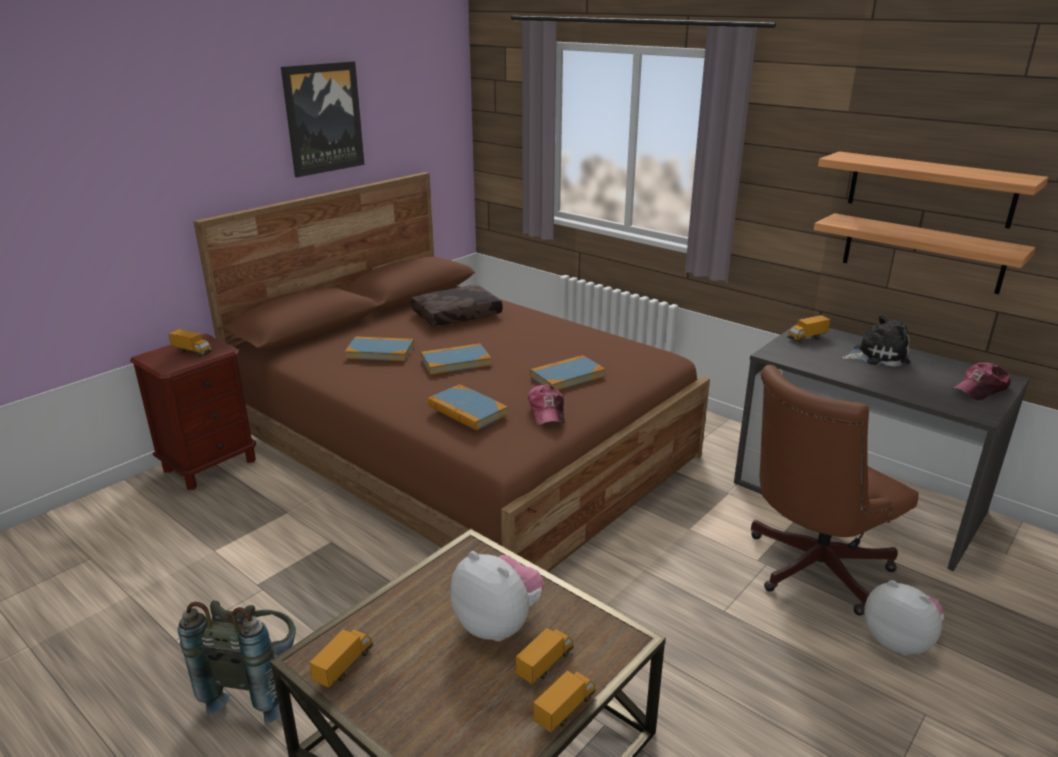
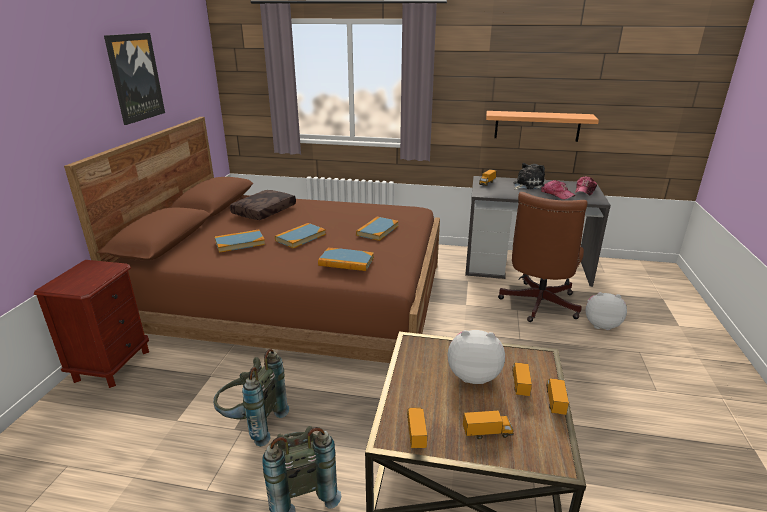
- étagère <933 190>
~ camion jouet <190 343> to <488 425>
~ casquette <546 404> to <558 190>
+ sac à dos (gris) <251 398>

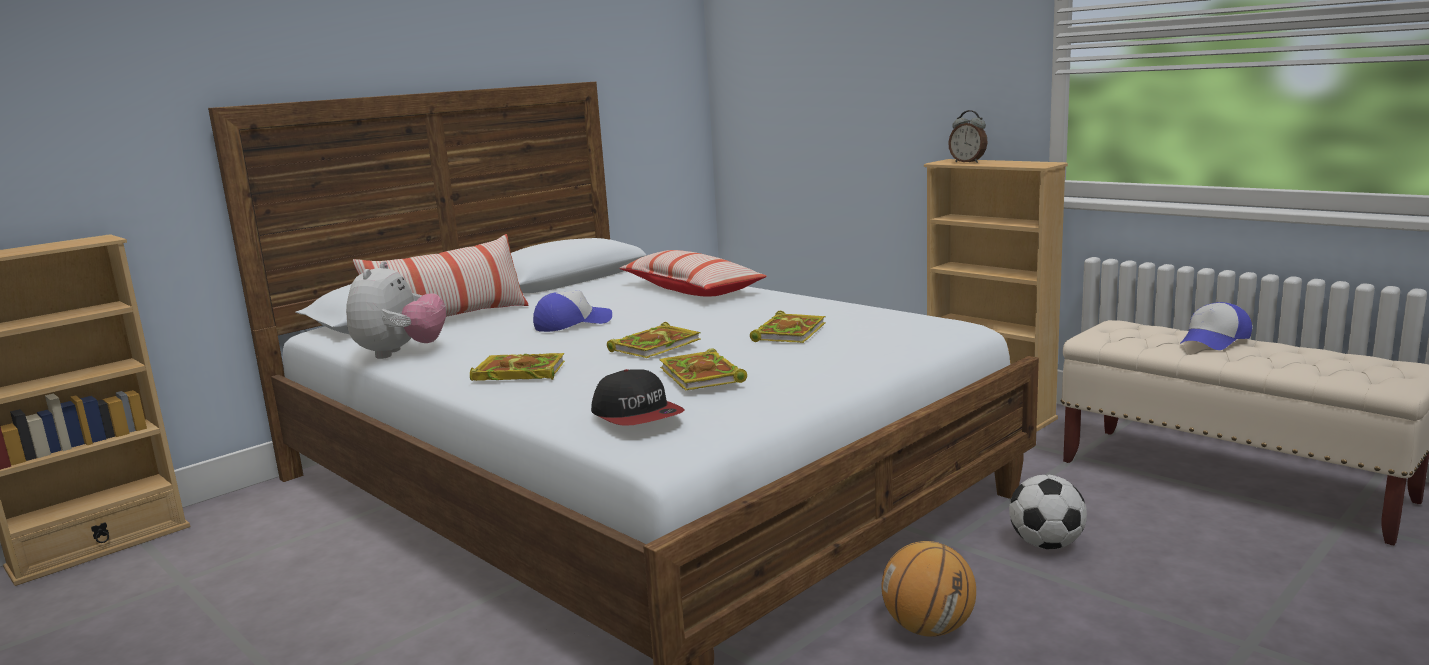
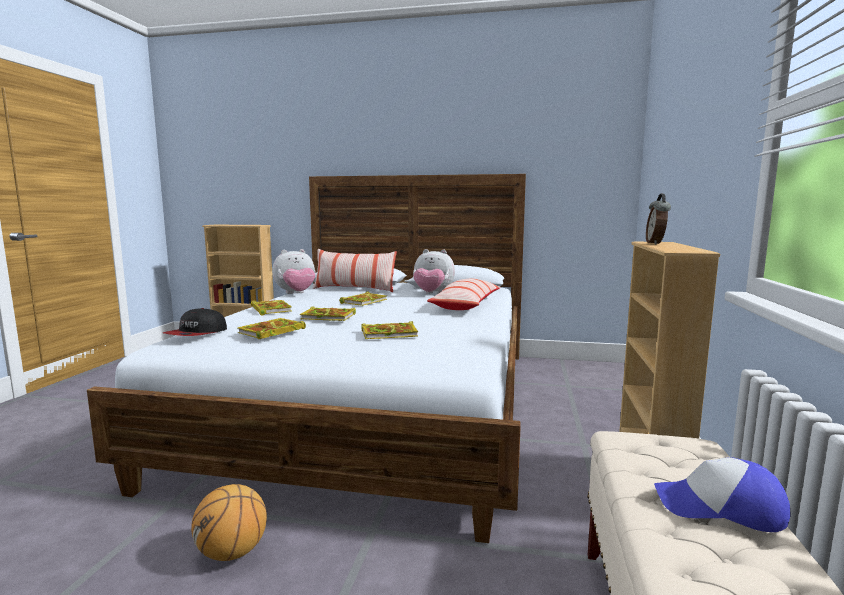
~ casquette <572 311> to livre <363 298>
- ballon de foot <1048 512>
+ peluche <434 271>

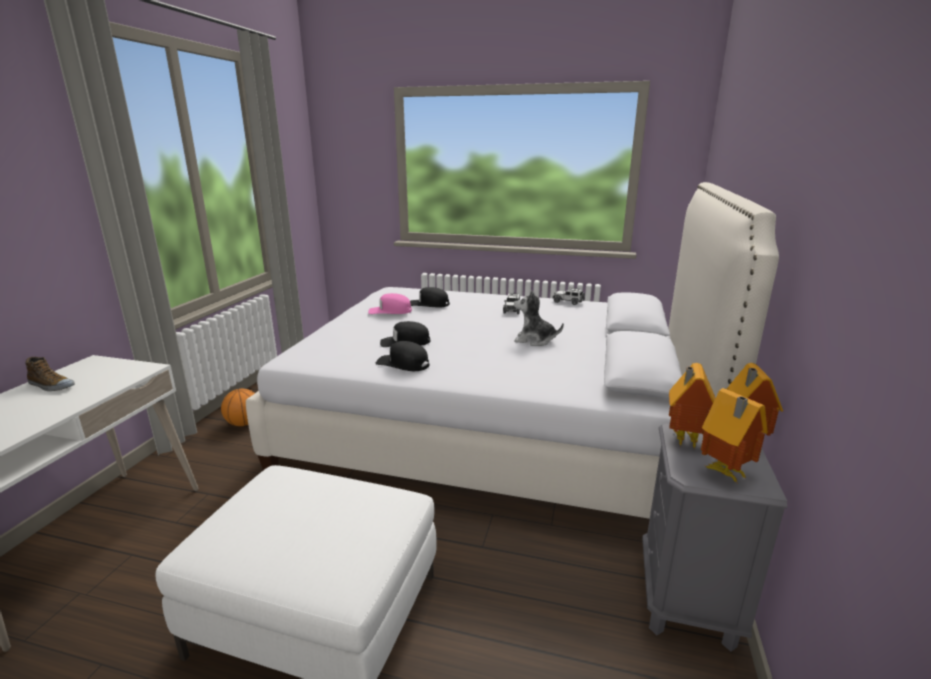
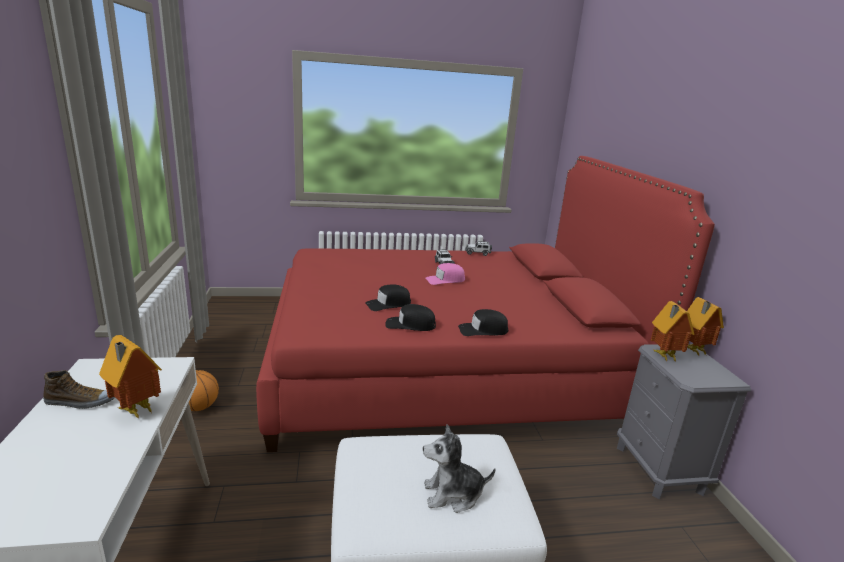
~ lit (blanc) <512 350> to lit (rouge) <485 304>
~ casquette (noir) <430 297> to <483 322>
~ peluche <539 318> to <459 468>
~ casquette (rose) <390 303> to <445 274>
~ maison miniature <734 436> to <130 377>

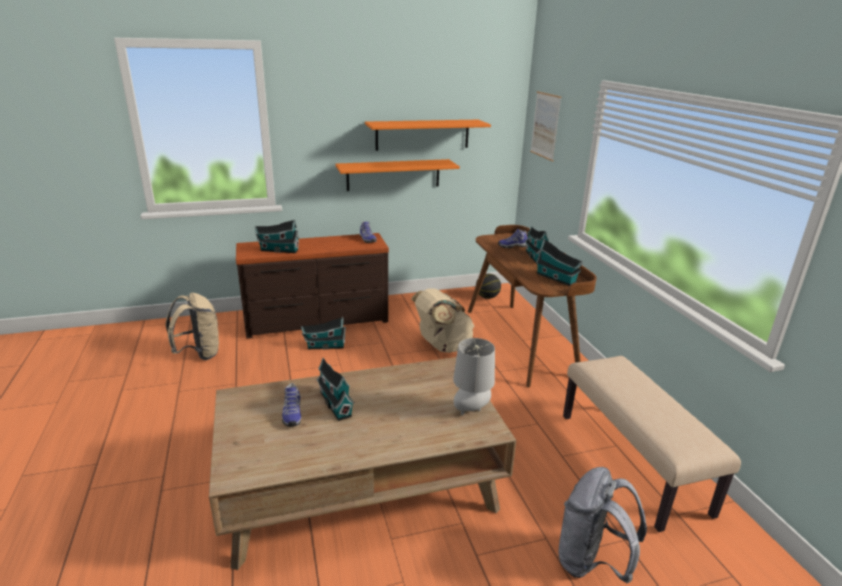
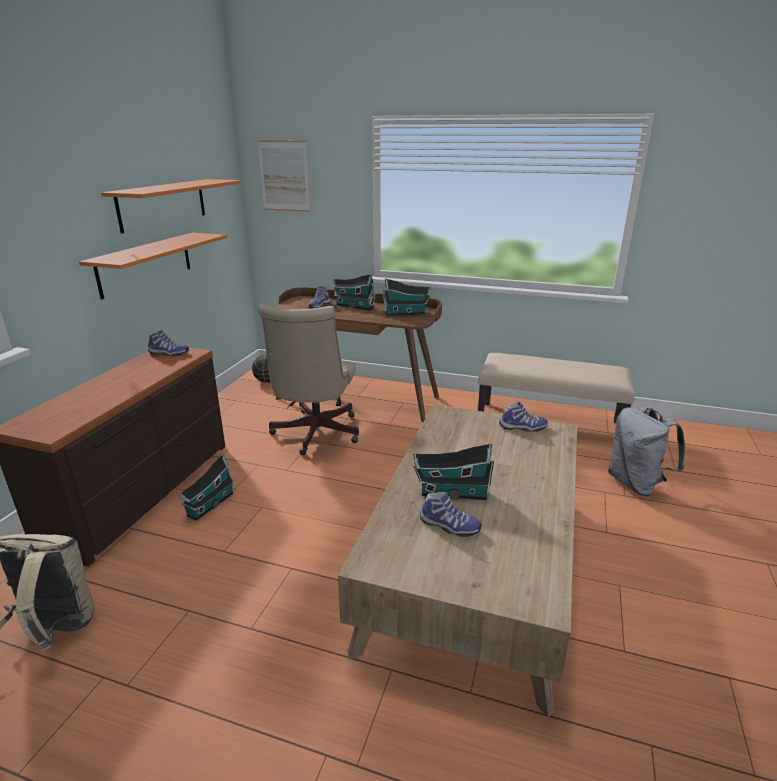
- maison miniature <277 236>
~ sac à dos (beige) <443 320> to chaise de bureau (beige) <308 379>
~ lampe de table (gris) <474 376> to chaussure <523 417>

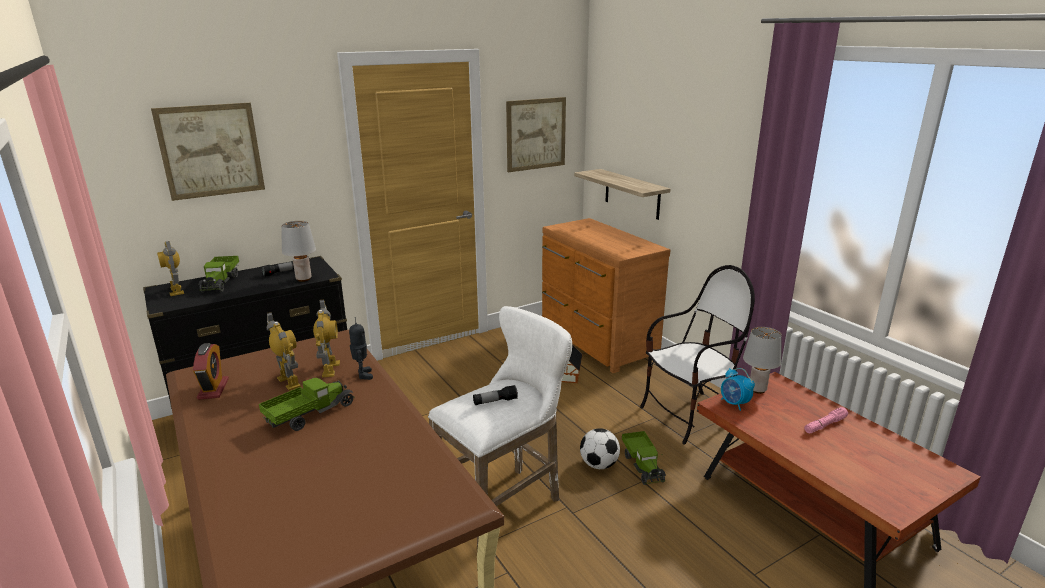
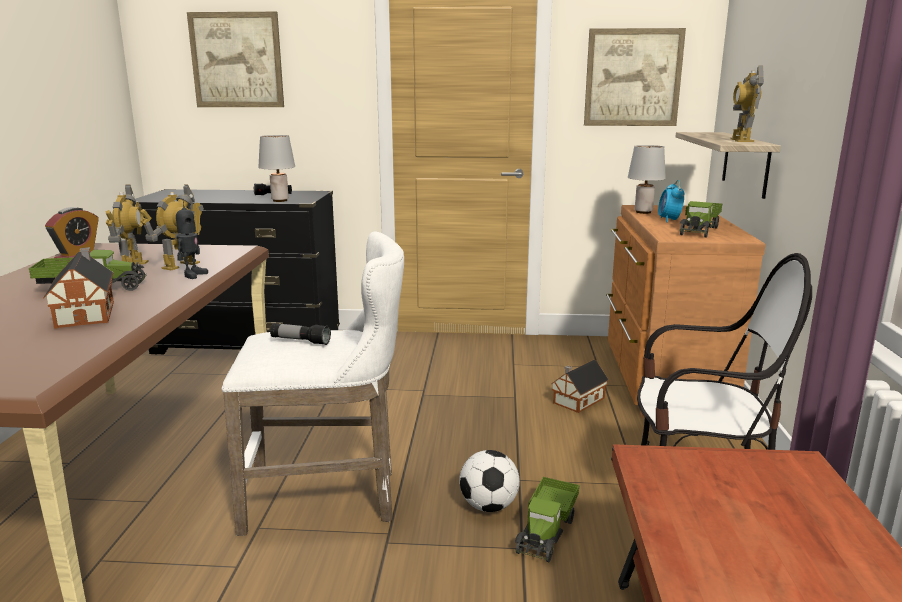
~ robot jouet <170 268> to <747 103>
~ camion jouet <218 274> to <701 219>
~ lampe de table (gris) <762 360> to <647 179>
~ réveil <738 389> to <671 201>
- lampe de poche (rose) <826 420>
+ maison miniature <78 288>

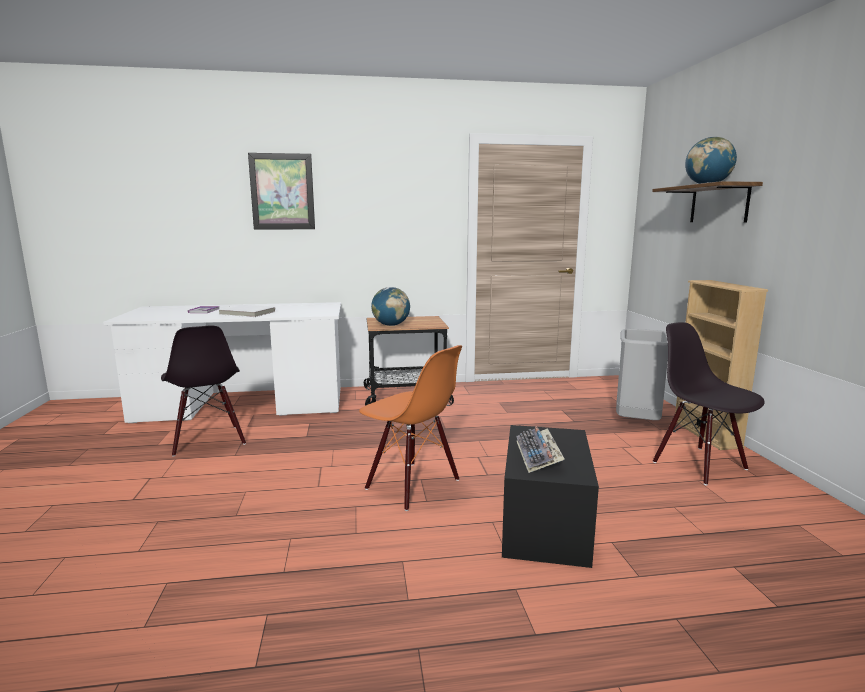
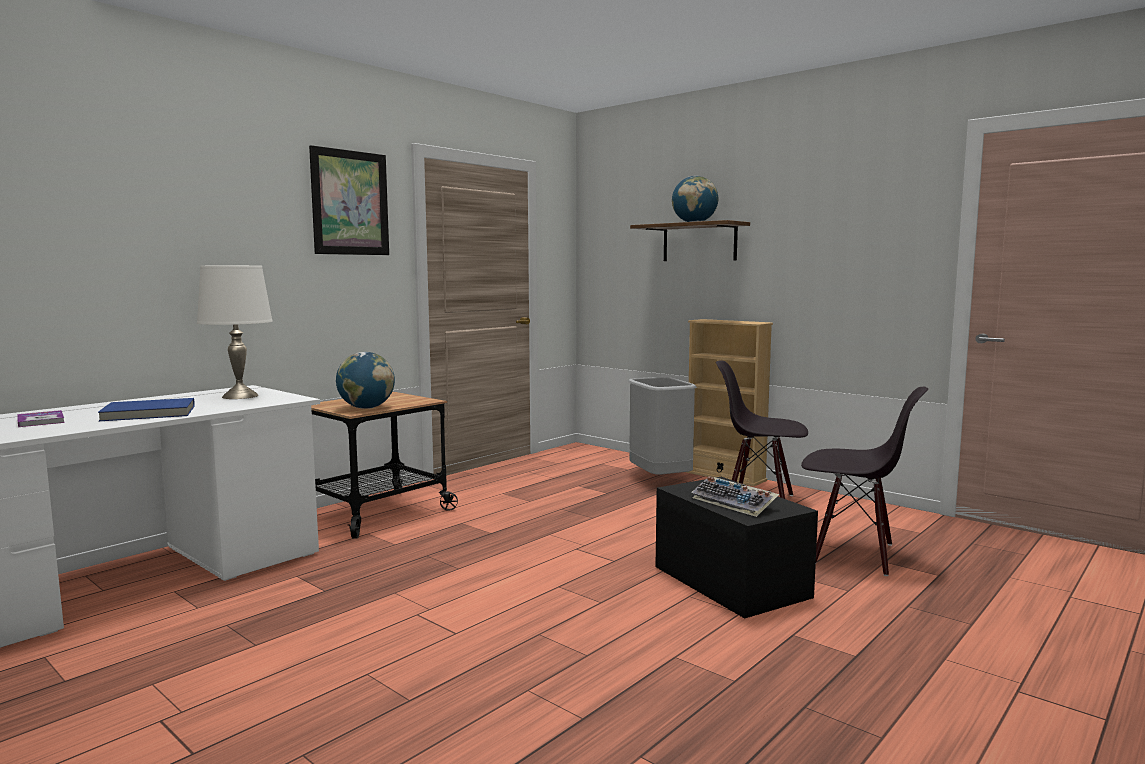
~ tableau <281 191> to <349 200>
~ livre (blanc) <247 311> to livre (bleu) <146 409>
~ chaise (noir) <203 391> to <864 481>
- chaise (orange) <410 428>
+ lampe de table (blanc) <235 332>

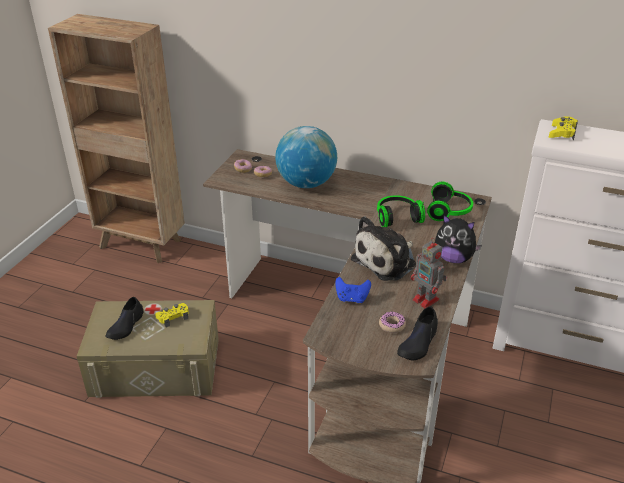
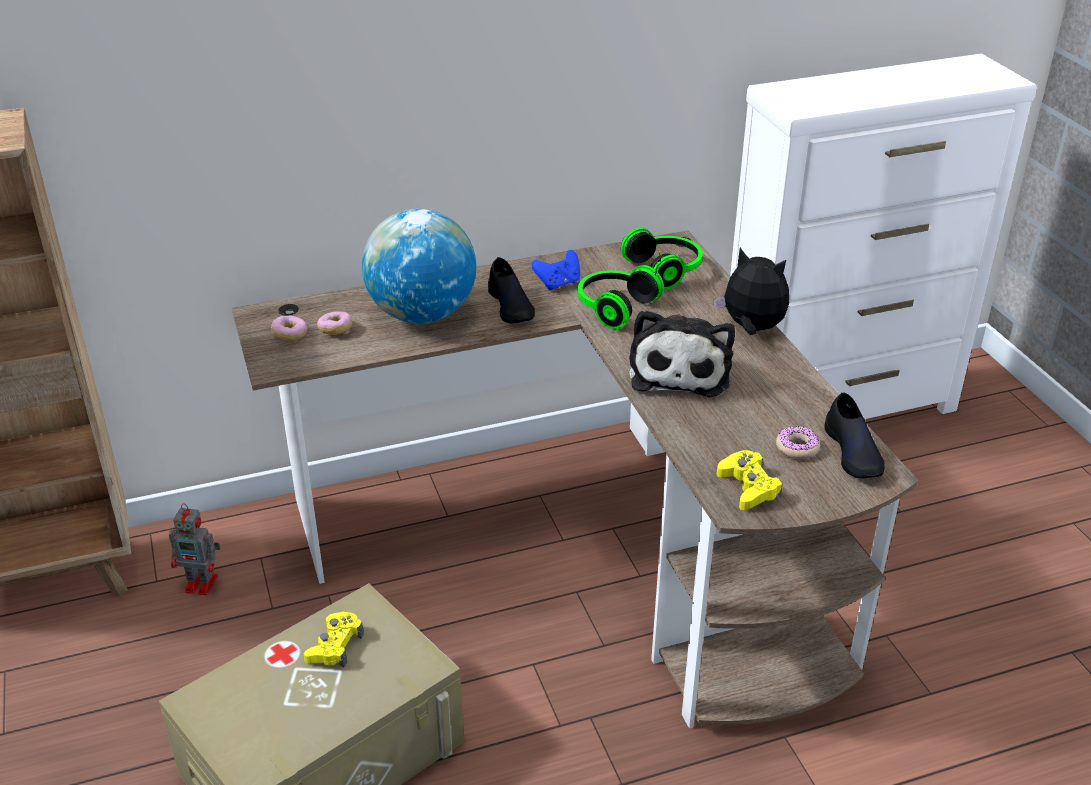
~ manette (jaune) <563 128> to <749 480>
~ peluche <458 239> = <751 291> 135 degrees counterclockwise
~ robot jouet <429 273> to <195 549>
~ manette (bleu) <353 290> to <555 270>
~ chaussure (noir) <124 318> to <511 290>

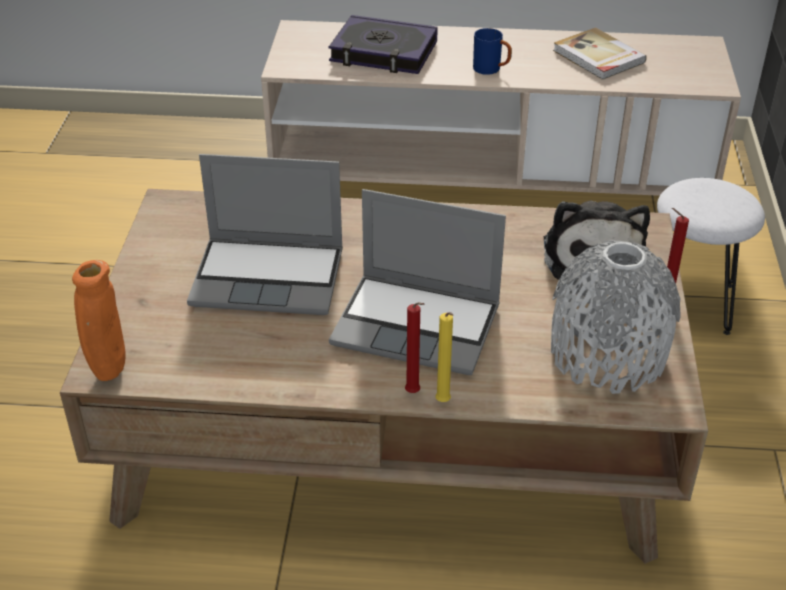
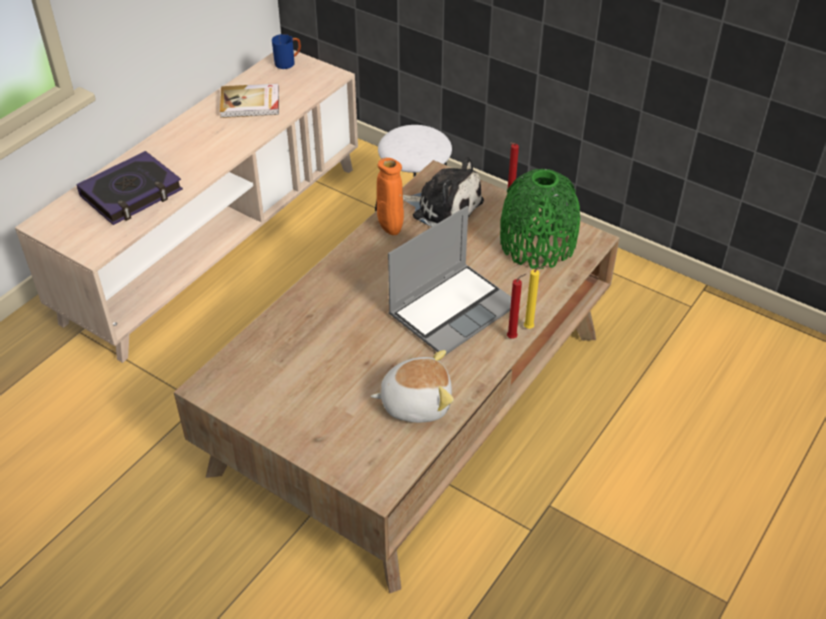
~ mug (bleu) <492 51> to <286 51>
- ordinateur portable <265 234>
~ vase (gris) <616 317> to vase (vert) <540 219>
~ vase (orange) <99 320> to <390 196>
+ peluche <412 386>

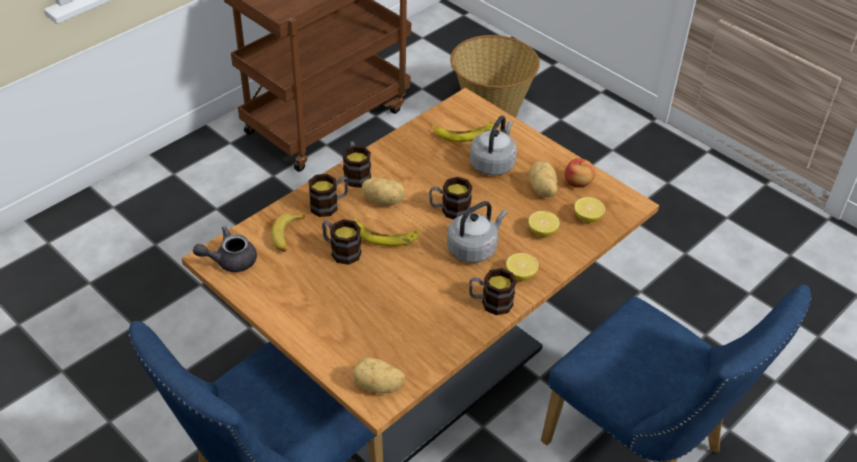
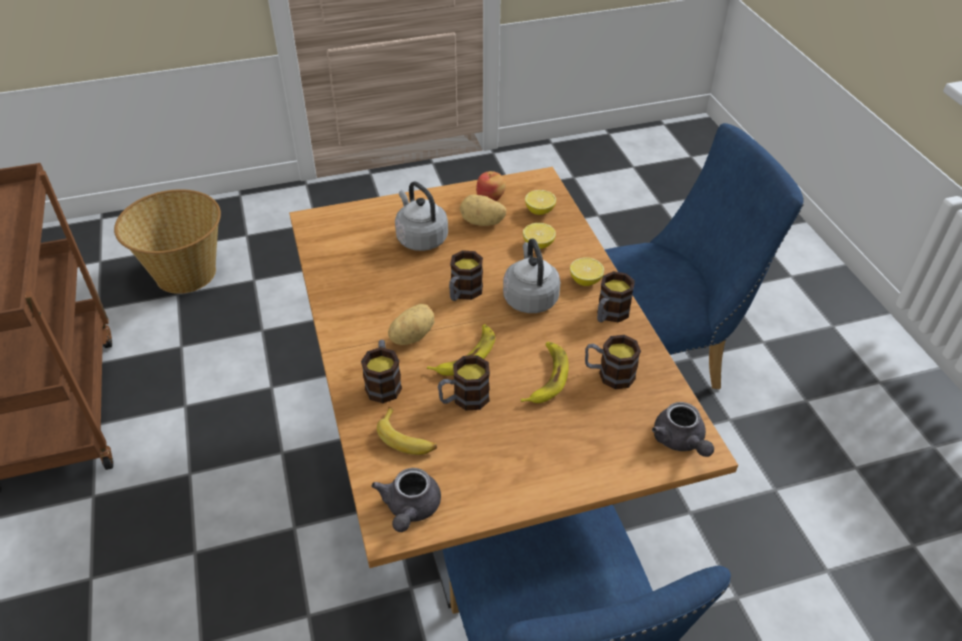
~ banane <462 132> to <545 372>
~ mug <357 164> to <613 362>
~ pomme de terre <379 376> to théière (gris) <683 429>

